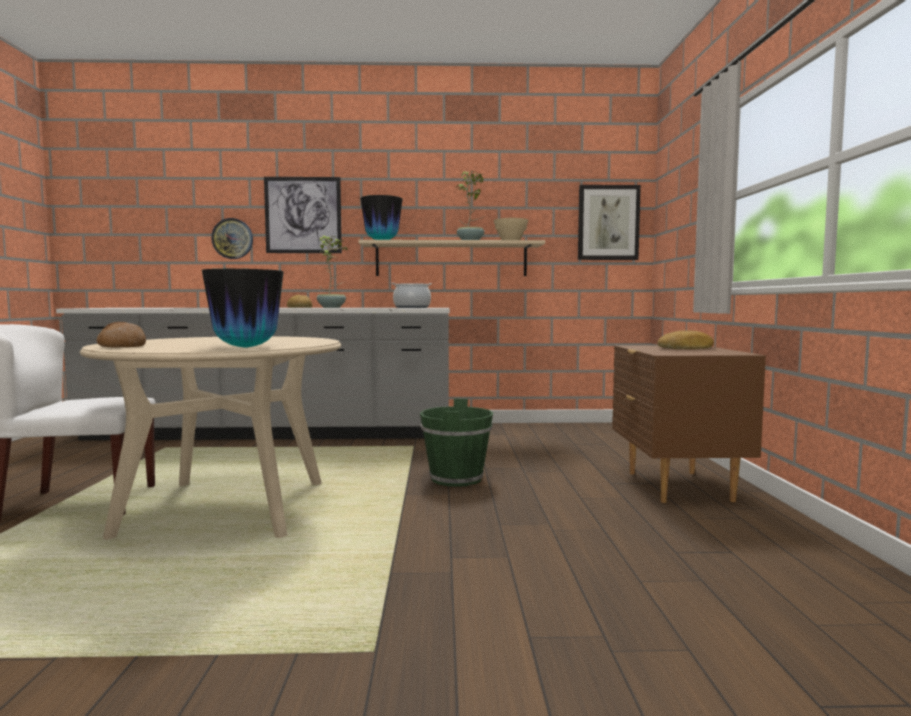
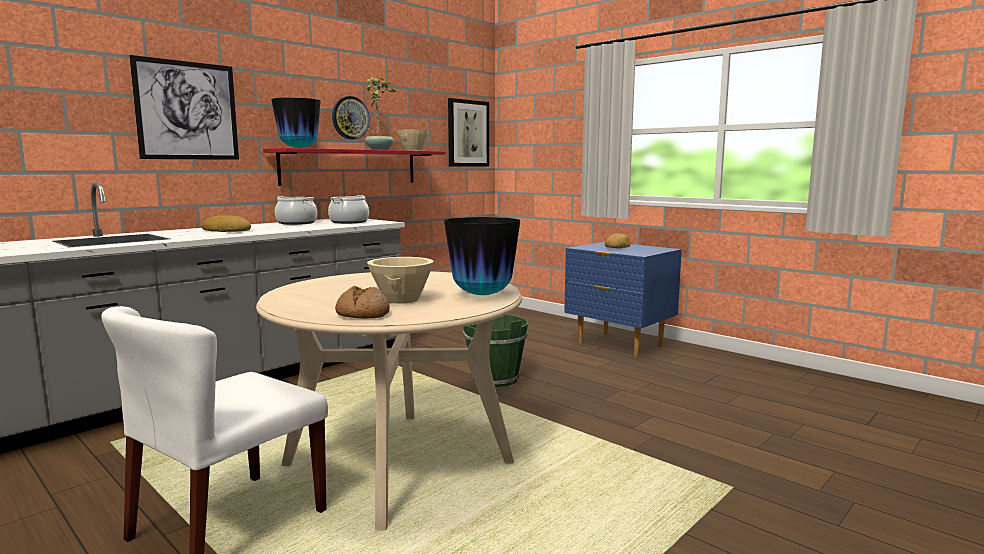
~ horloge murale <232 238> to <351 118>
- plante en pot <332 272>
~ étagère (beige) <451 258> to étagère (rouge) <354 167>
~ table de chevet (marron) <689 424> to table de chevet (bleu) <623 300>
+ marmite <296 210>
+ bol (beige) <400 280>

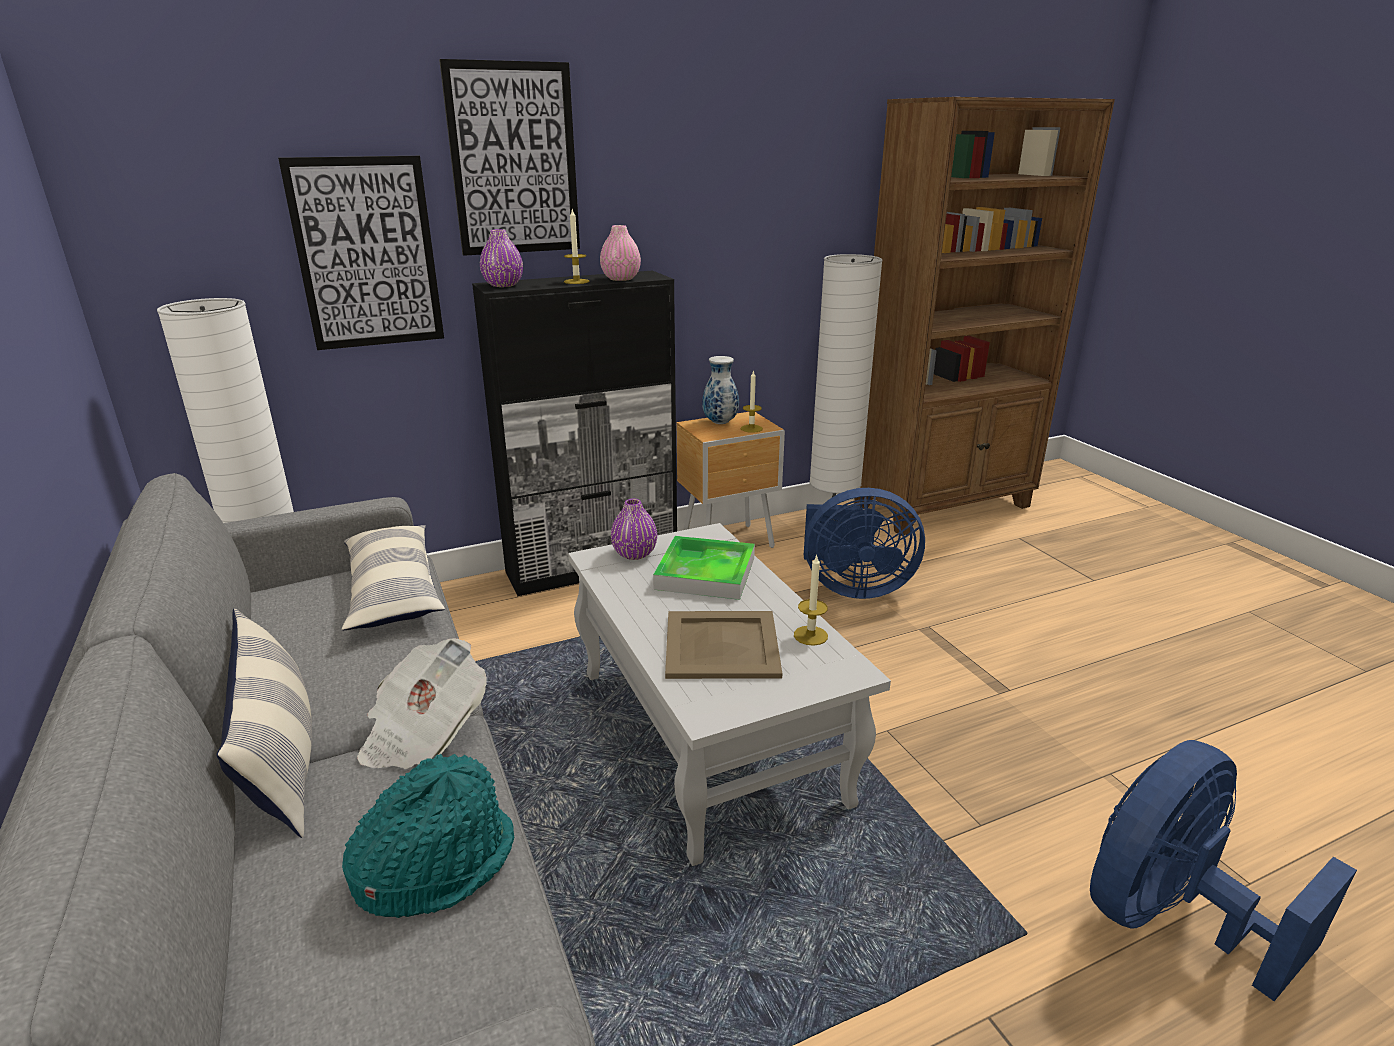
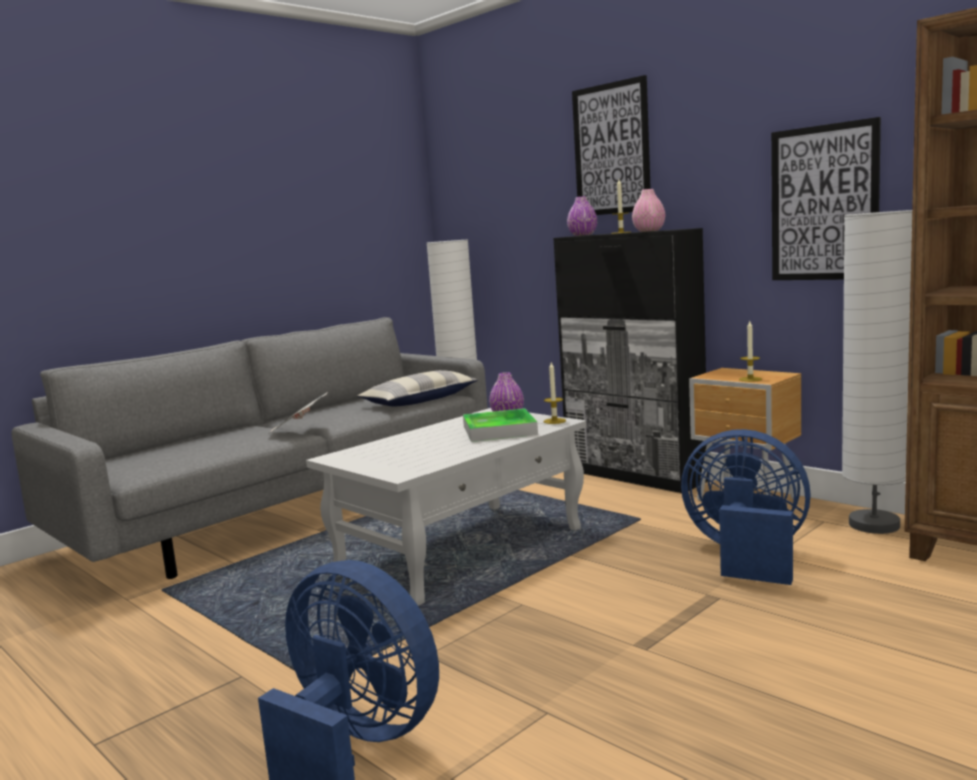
~ tableau <361 253> to <826 198>
- vase <720 390>
~ ventilateur (bleu) <864 543> = <746 507> 135 degrees clockwise
~ bougie <811 600> to <554 393>
- coussin <264 723>
- plateau (beige) <724 645>
- chapeau (turquoise) <428 836>

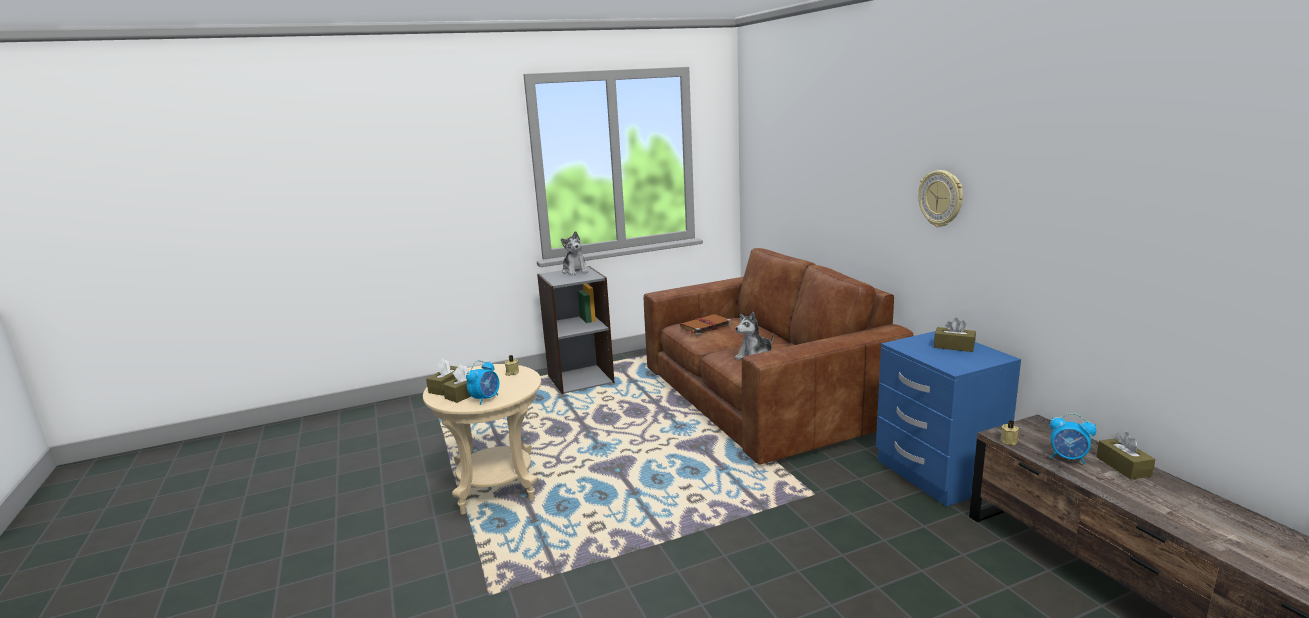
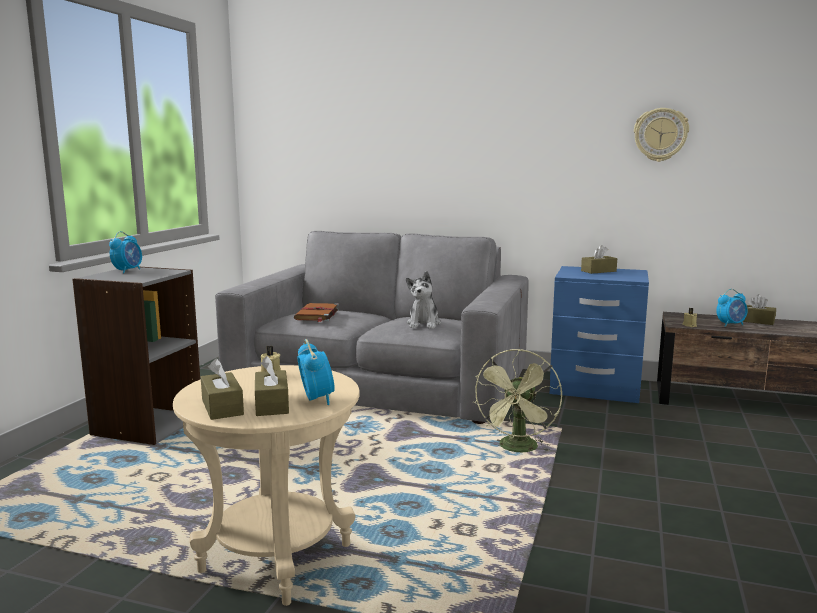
~ horloge murale <941 198> to <661 135>
~ peluche <575 253> to réveil <125 252>
~ canapé (marron) <778 356> to canapé (gris) <372 327>
+ ventilateur (vert) <517 400>

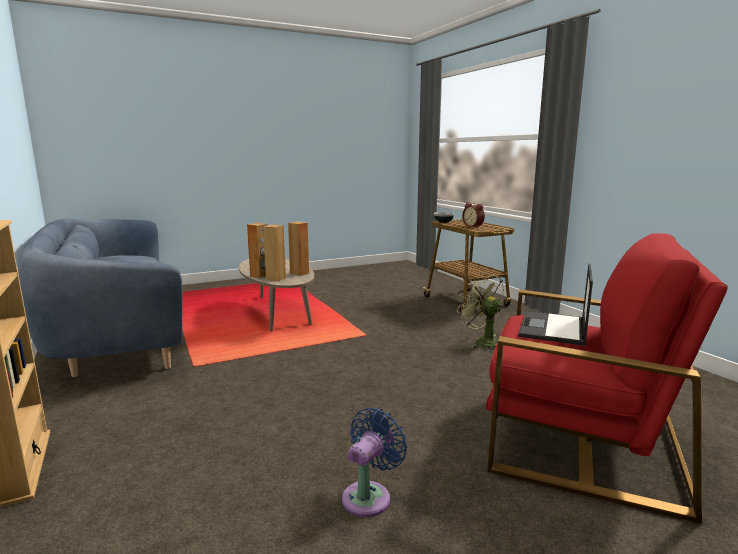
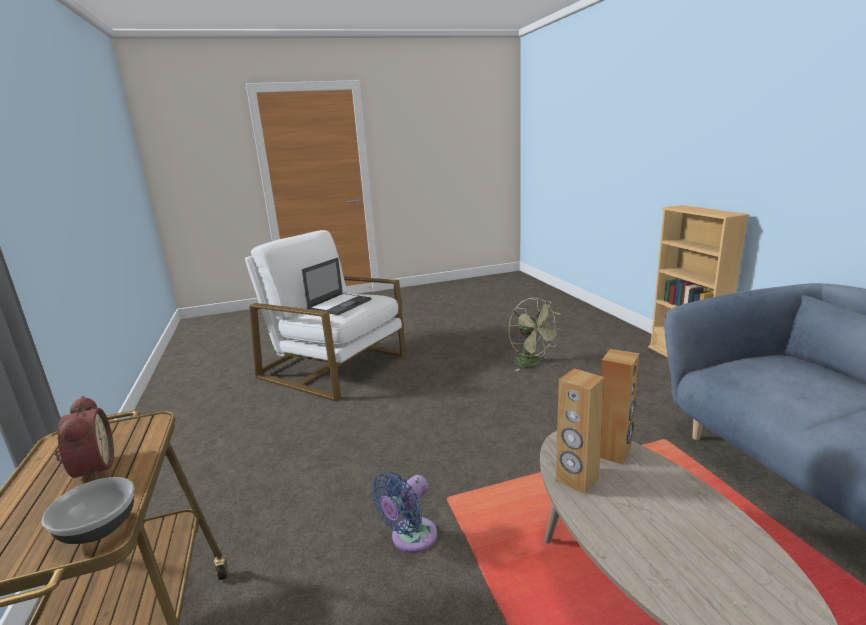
- enceinte (marron) <257 250>
~ fauteuil (rouge) <607 378> to fauteuil (blanc) <325 315>
~ ventilateur (vert) <480 311> to <535 334>
~ ventilateur (bleu) <374 462> to <404 512>

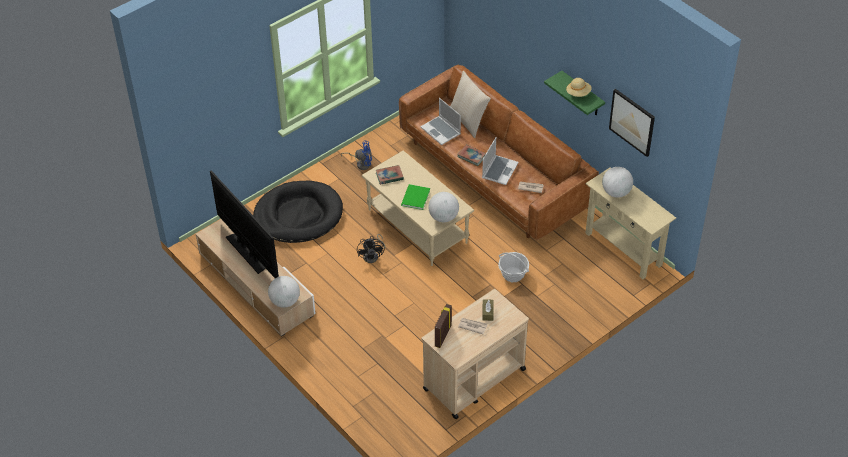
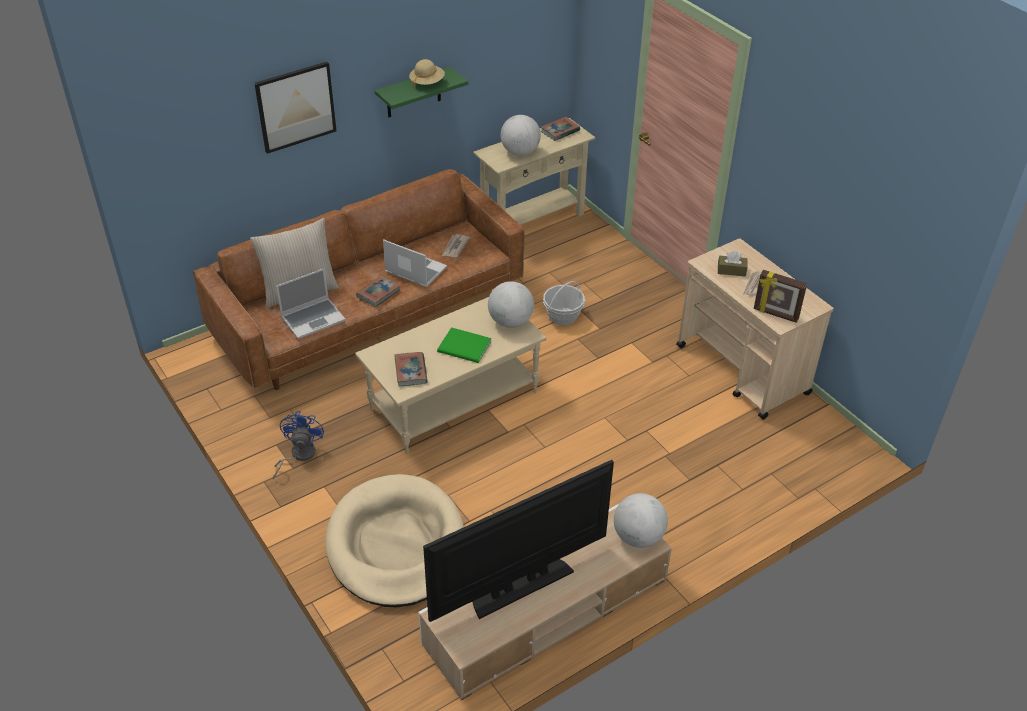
~ tableau <632 123> to <295 108>
~ panier pour chien (noir) <298 212> to panier pour chien (beige) <394 540>
- ventilateur (noir) <371 248>
+ livre <560 128>

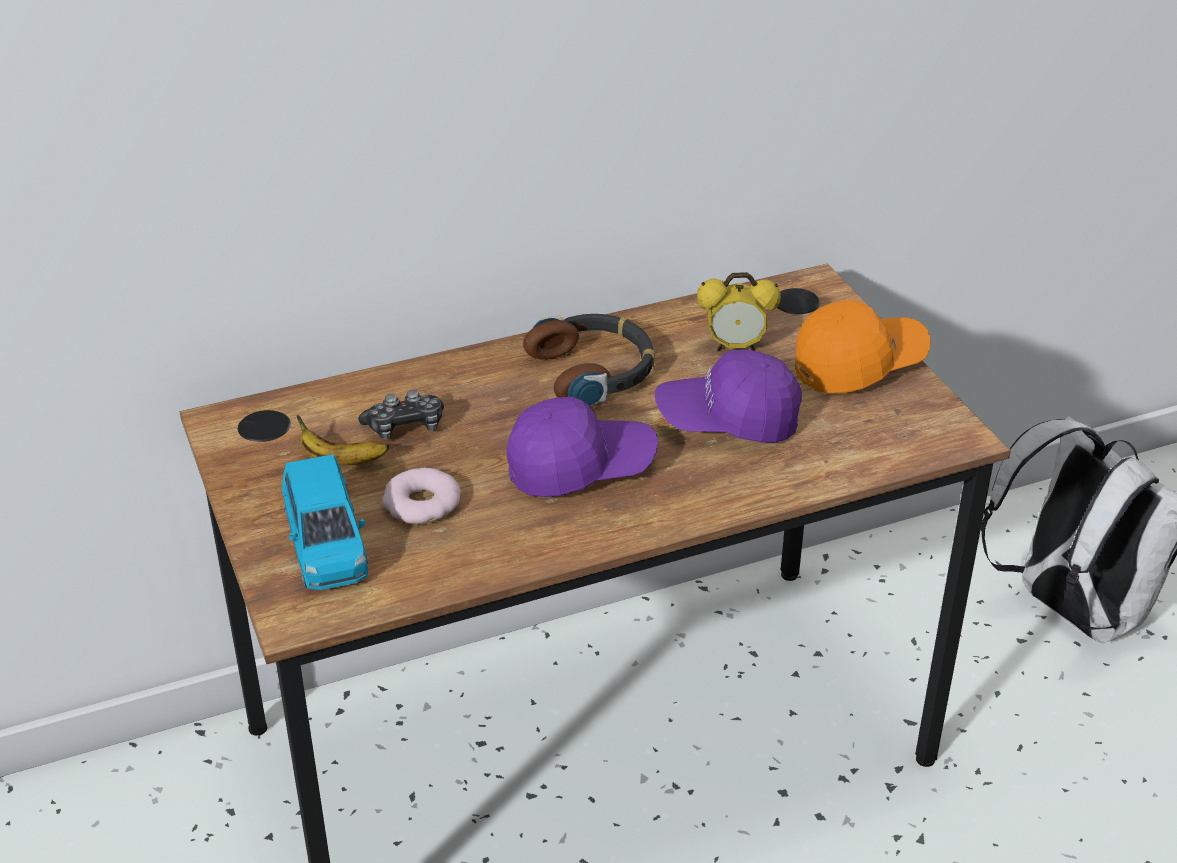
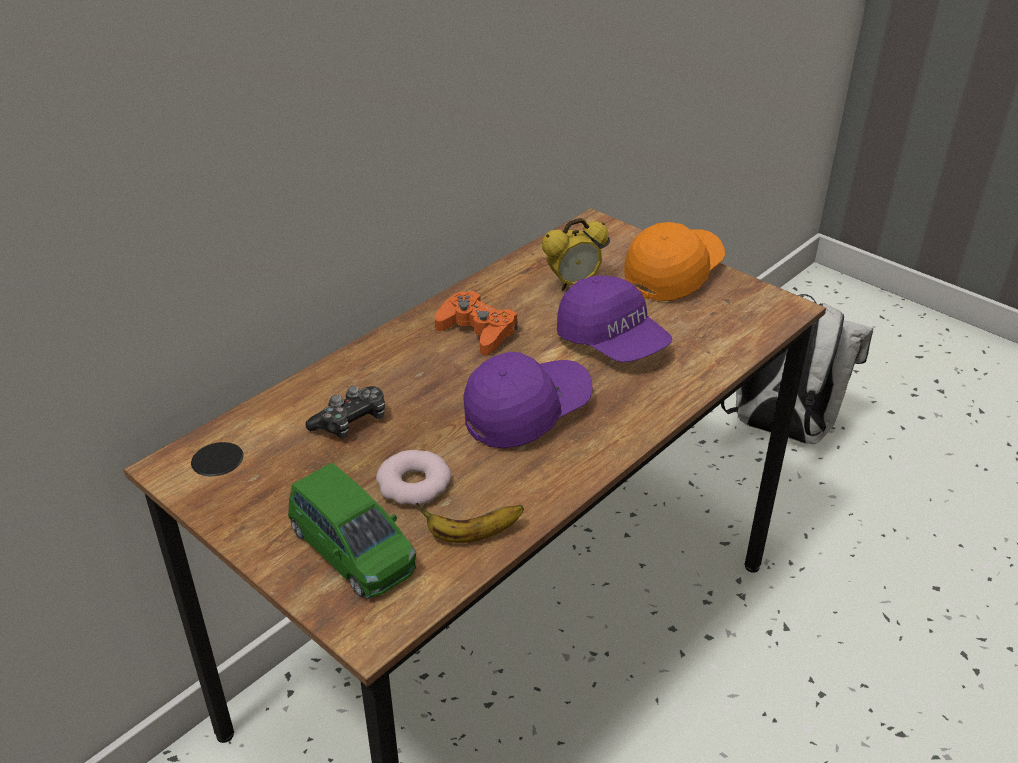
~ casque audio <589 360> to manette (orange) <476 323>
~ casquette (violet) <728 396> = <614 318> 105 degrees counterclockwise
~ banane <342 440> to <469 523>
~ petite voiture (bleu) <325 522> to petite voiture (vert) <352 530>

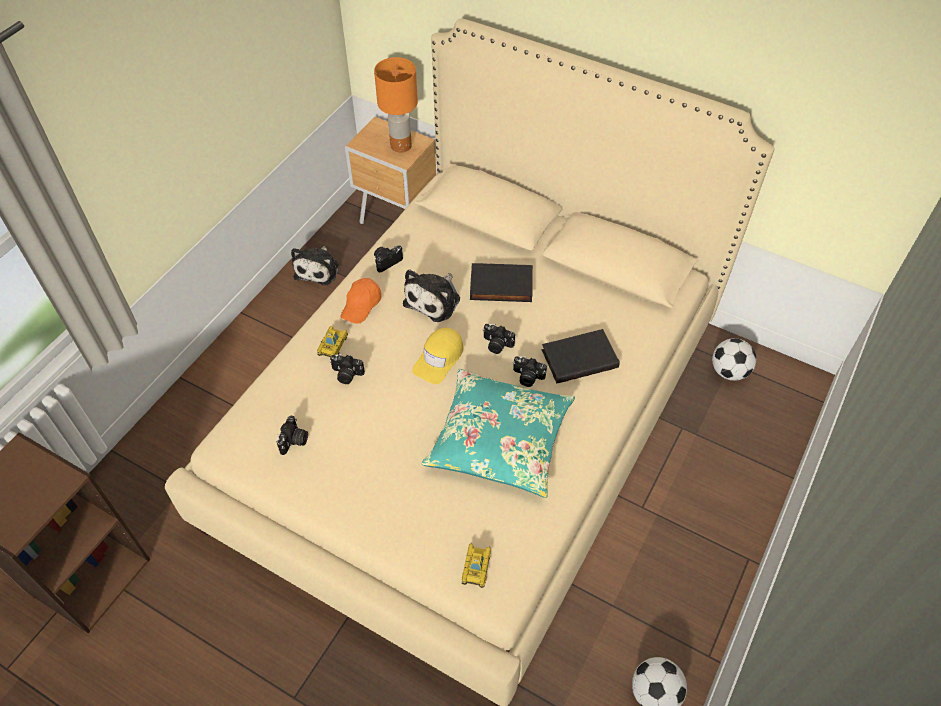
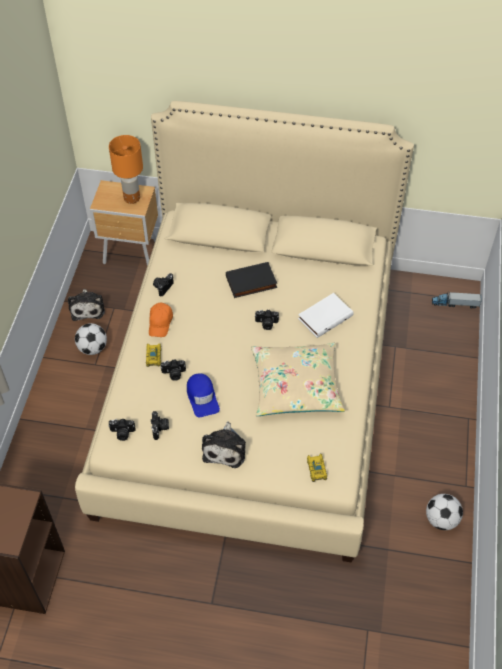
~ peluche <431 295> to <224 444>
- casquette (jaune) <437 356>
~ livre (noir) <581 356> to livre (blanc) <326 315>
~ ballon de foot <734 359> to <91 339>
~ appareil photo <530 371> to <122 430>
~ coussin (turquoise) <498 433> to coussin (beige) <298 379>
+ camion jouet <457 300>
+ casquette (bleu) <203 395>

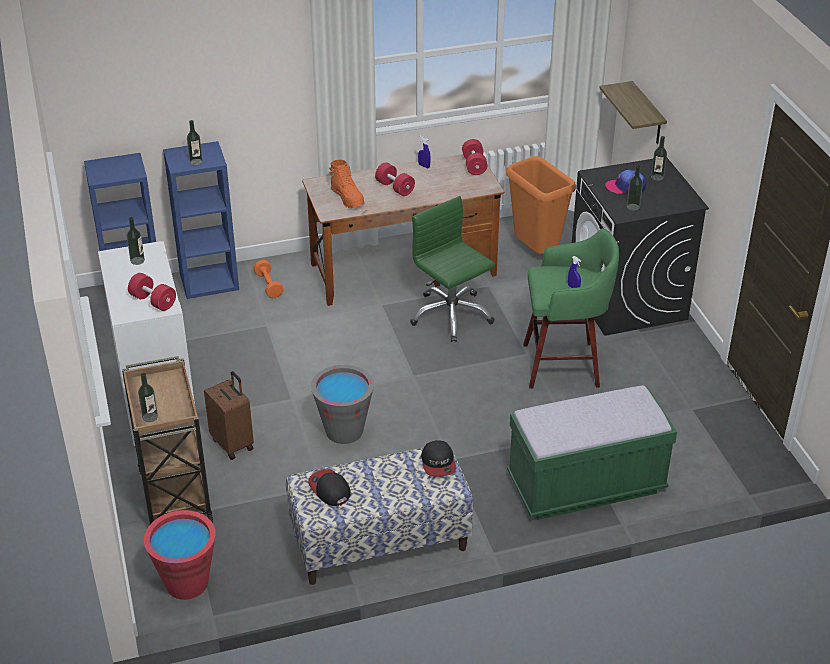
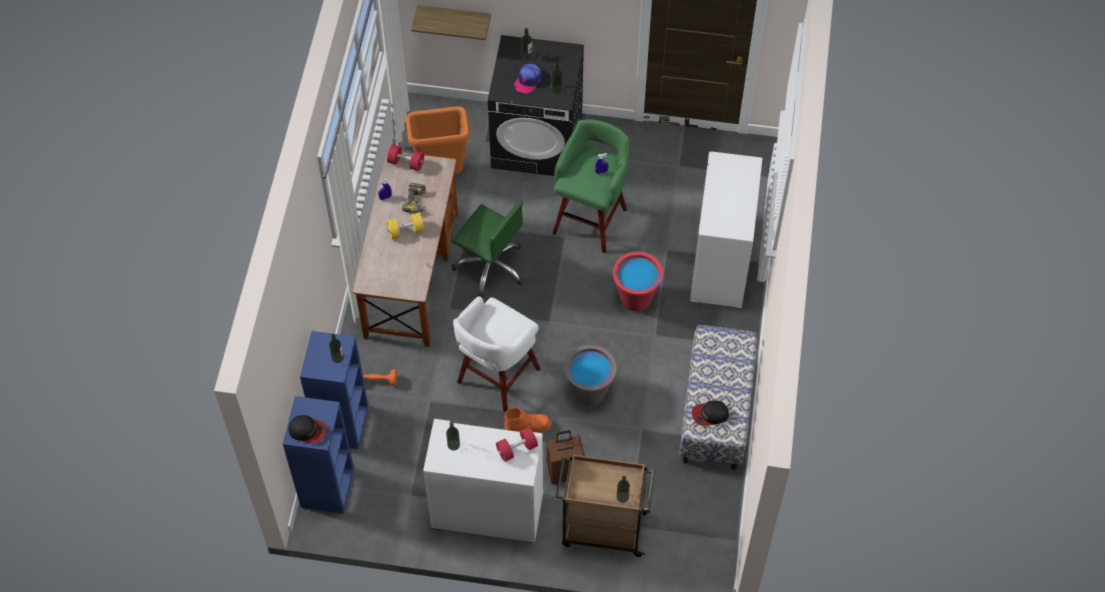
~ botte (orange) <347 184> to <528 420>
~ haltère (rouge) <395 179> to haltère (jaune) <405 225>
~ chaise de bureau (vert) <452 269> = <487 249> 135 degrees counterclockwise
~ banc (vert) <592 452> to meuble de rangement (blanc) <726 230>
~ casquette <438 458> to <307 429>
~ seau (rouge) <180 555> to <638 281>
+ perceuse <414 198>
+ tabouret (blanc) <496 354>

